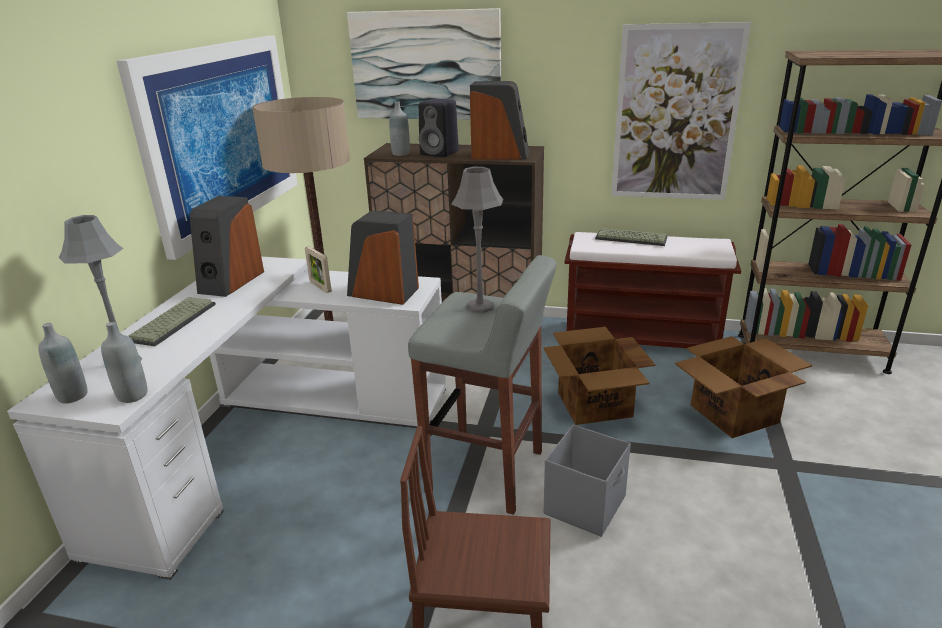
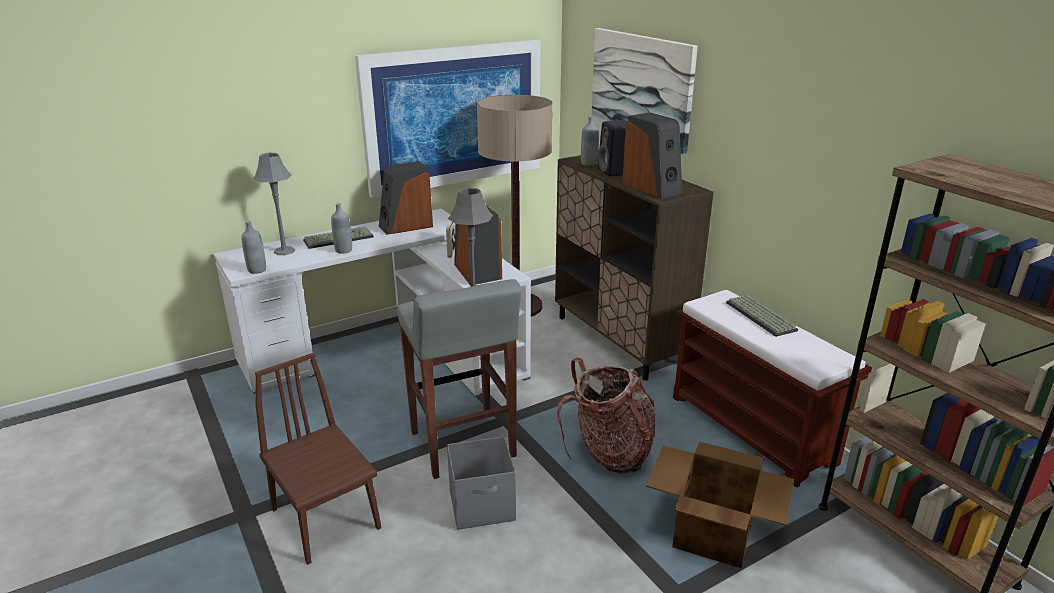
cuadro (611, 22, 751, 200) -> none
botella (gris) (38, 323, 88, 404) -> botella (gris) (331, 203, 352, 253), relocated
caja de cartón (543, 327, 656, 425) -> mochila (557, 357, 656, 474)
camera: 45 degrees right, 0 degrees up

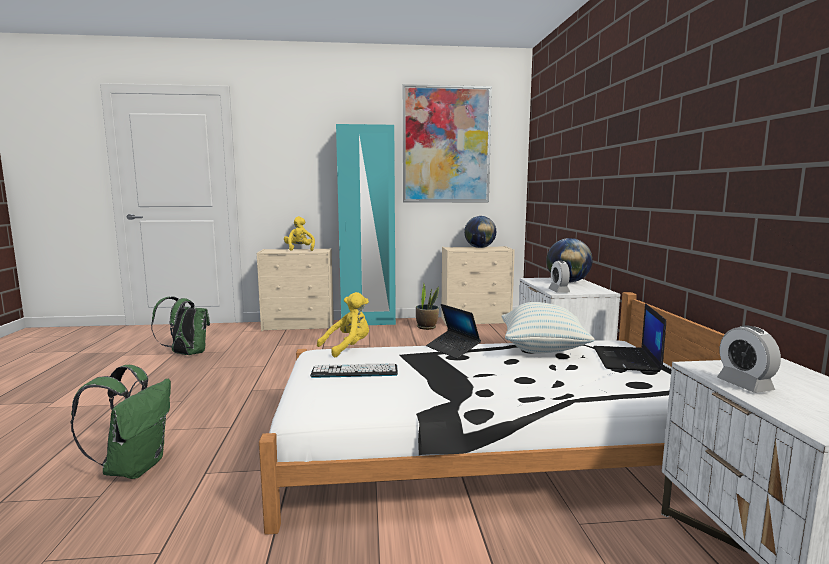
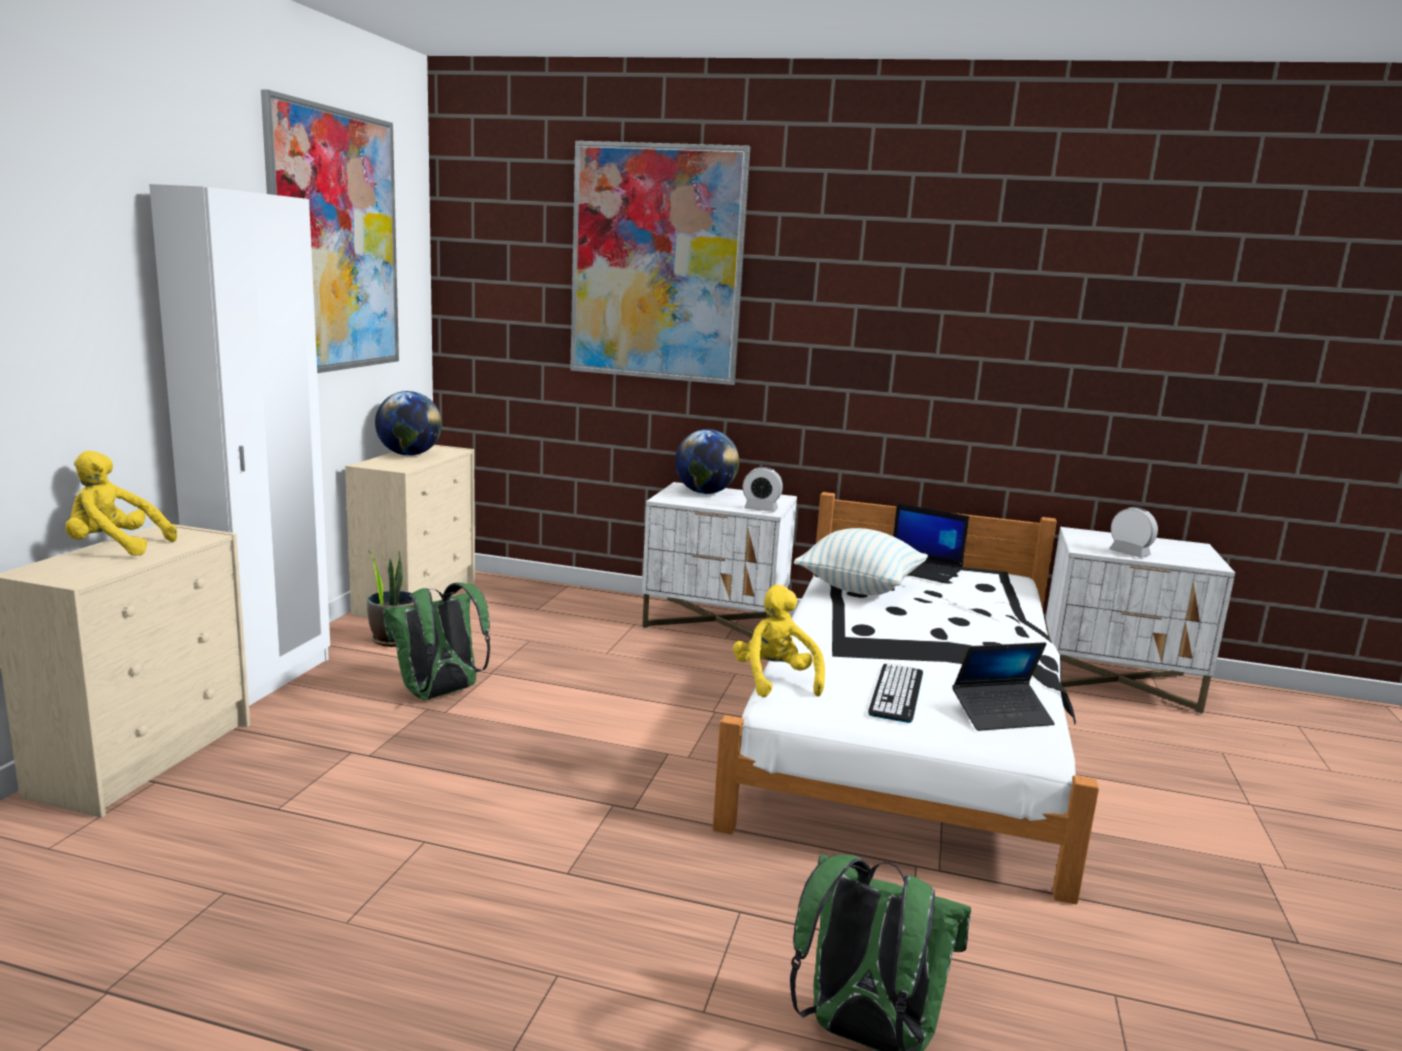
none -> cuadro (570, 141, 751, 385)
mochila (verde) (151, 297, 210, 355) -> mochila (verde) (383, 582, 490, 700), relocated
portátil (426, 304, 481, 359) -> portátil (953, 642, 1055, 731), relocated
armario ropero (turquesa) (336, 124, 396, 325) -> armario ropero (blanco) (149, 184, 330, 706)
despertador (717, 325, 781, 393) -> despertador (1109, 507, 1158, 558), 135 degrees counterclockwise
camera: 70 degrees left, 5 degrees up

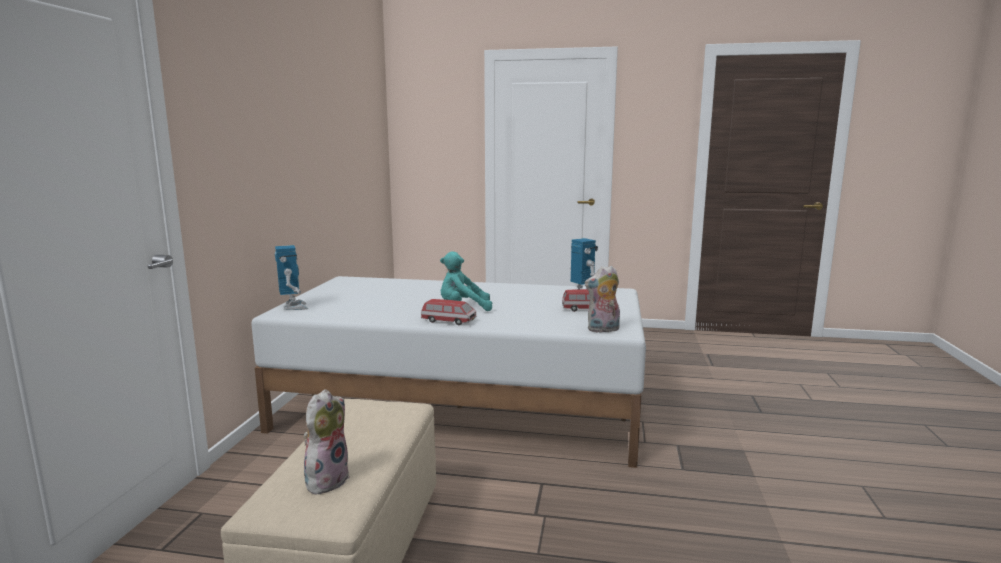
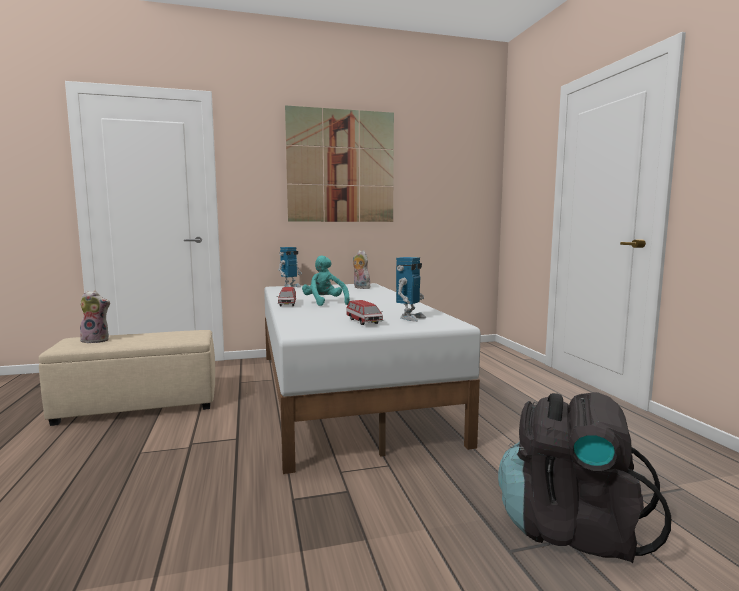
none -> cuadro (285, 105, 394, 222)
none -> mochila (negro) (498, 392, 671, 563)
peluche (585, 265, 620, 333) -> peluche (353, 250, 370, 289), relocated
camera: 65 degrees right, 5 degrees down

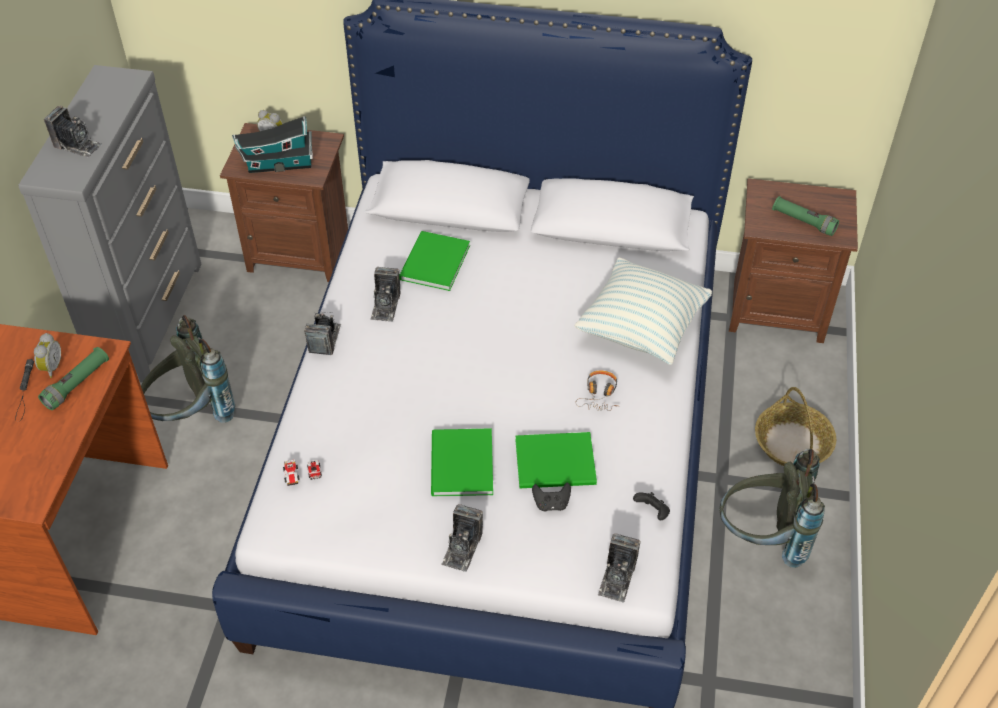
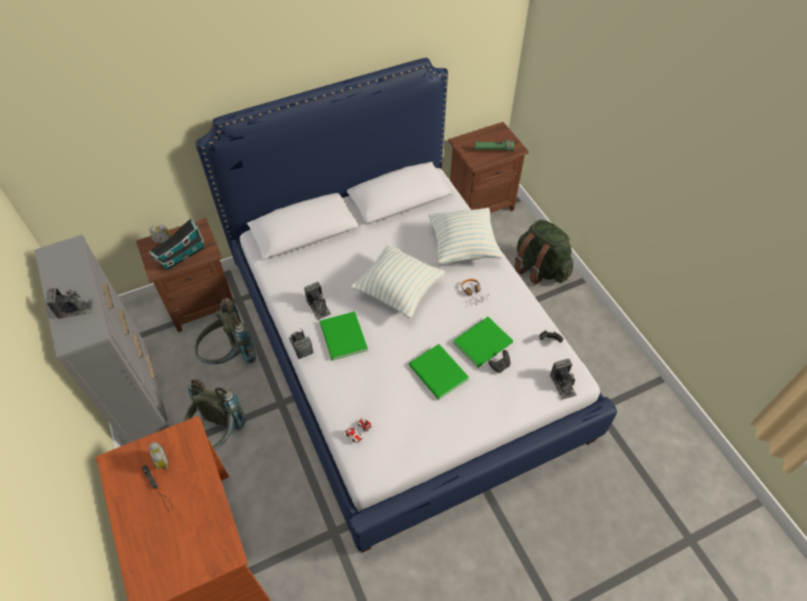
linterna (verde) (38, 347, 109, 410) -> none
cámara (441, 504, 483, 572) -> none
none -> cojín (351, 244, 445, 319)
libro (verde) (399, 231, 470, 291) -> libro (verde) (320, 311, 368, 361), relocated
mochila (gris) (719, 449, 825, 568) -> mochila (gris) (194, 298, 256, 364), relocated
cesta (755, 387, 836, 466) -> mochila (verde) (514, 219, 573, 285)
camera: 35 degrees left, 5 degrees up

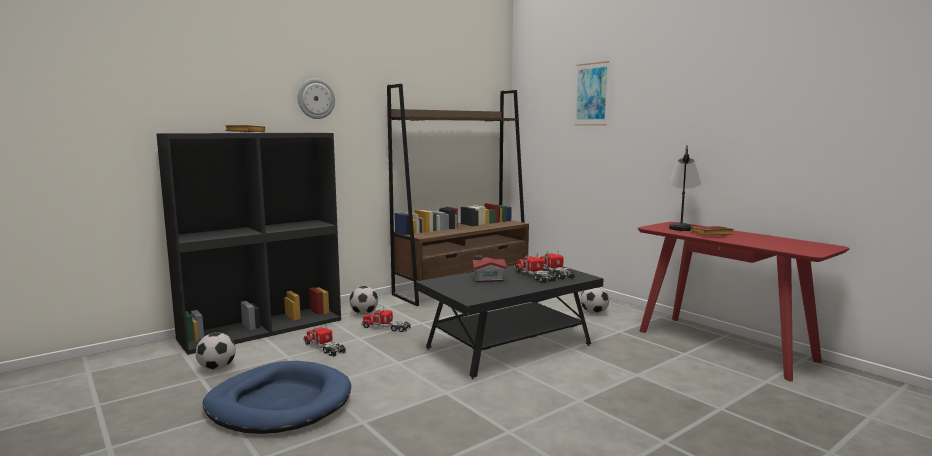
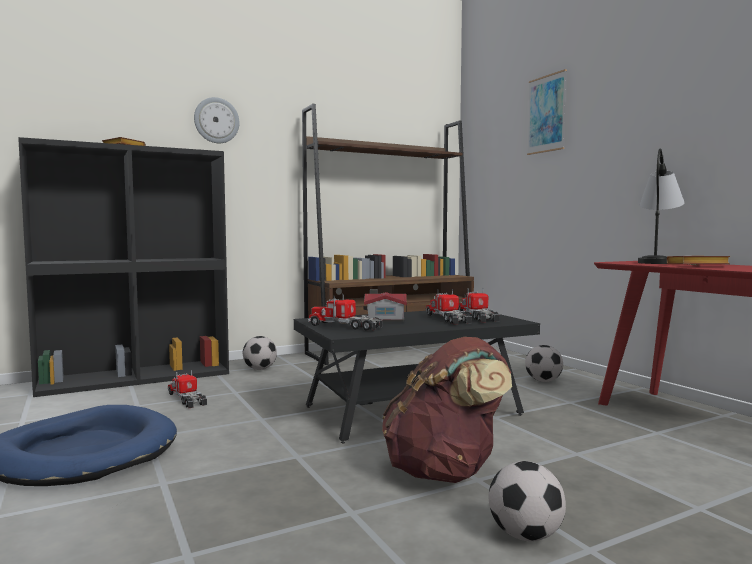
none -> mochila (marrón) (382, 337, 512, 483)
balón de fútbol (196, 332, 236, 370) -> balón de fútbol (489, 461, 566, 542), relocated
camión de juguete (361, 306, 410, 332) -> camión de juguete (308, 294, 382, 331), relocated
camera: 10 degrees right, 5 degrees down

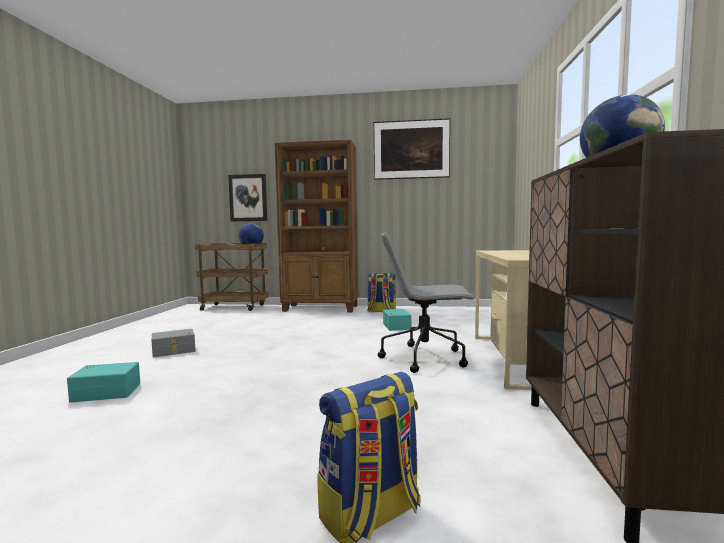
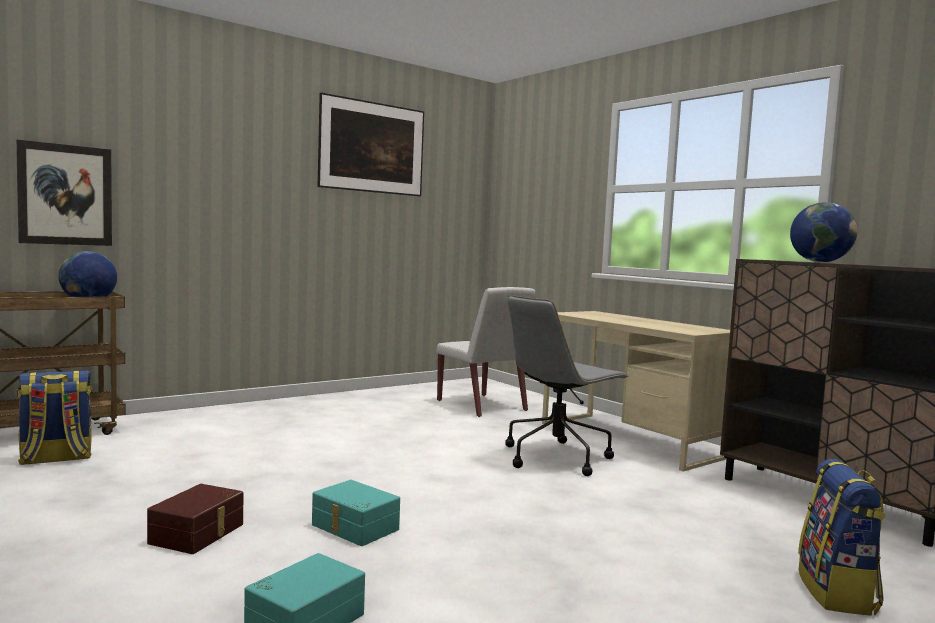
estantería (marrón) (275, 140, 358, 312) -> none
none -> silla (blanco) (436, 287, 535, 417)
mochila (367, 273, 396, 312) -> mochila (17, 371, 92, 465), relocated
caja de almacenaje (turquesa) (383, 309, 412, 331) -> caja de almacenaje (turquesa) (312, 480, 400, 546), relocated
caja de almacenaje (gris) (152, 329, 195, 358) -> caja de almacenaje (marrón) (147, 484, 243, 554)
camera: 45 degrees left, 0 degrees up

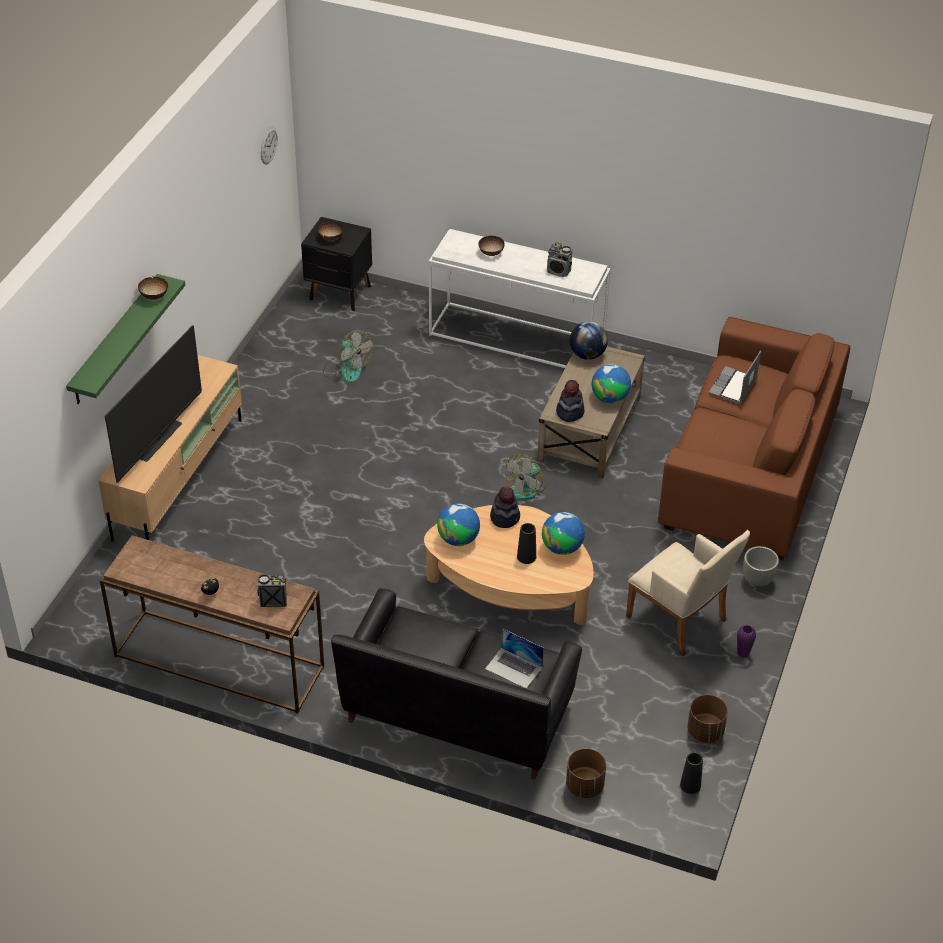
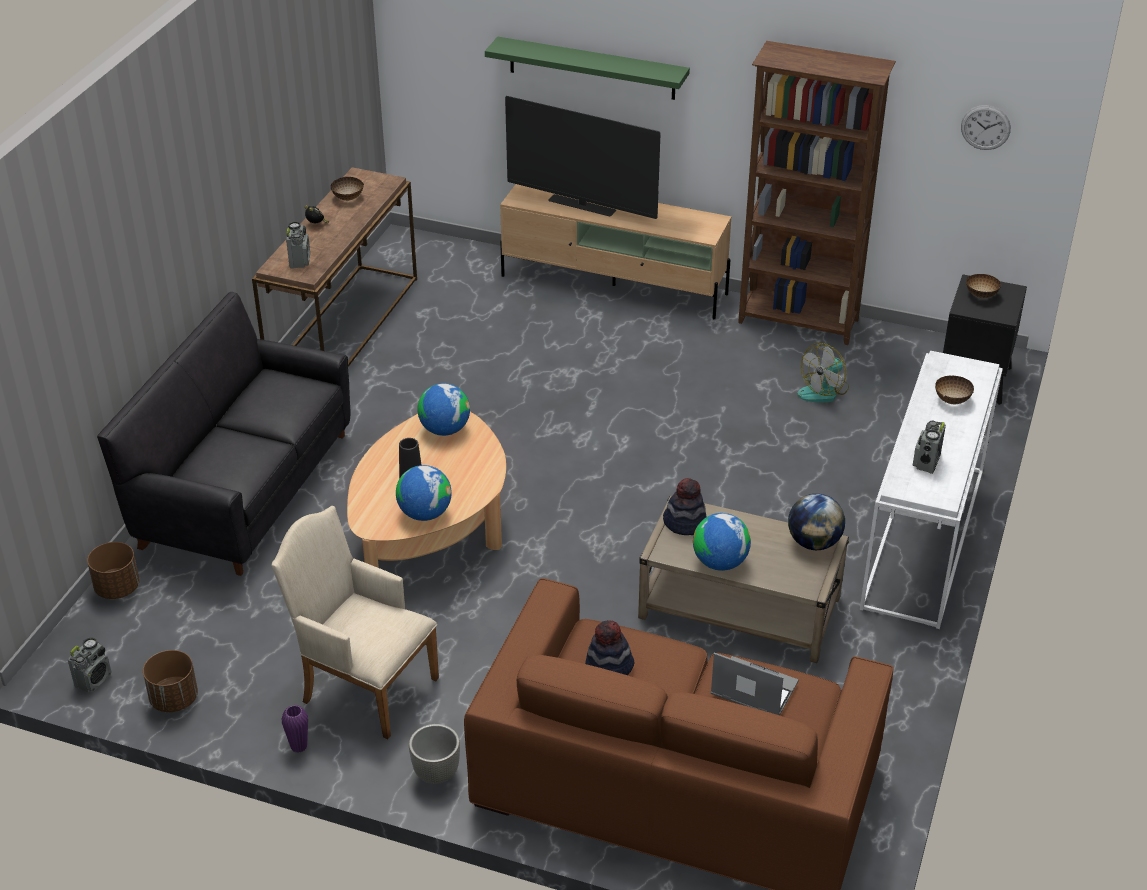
portátil (485, 628, 544, 689) -> none
ventilador (505, 454, 547, 500) -> none
none -> estantería (marrón) (738, 41, 896, 345)
cuenco (138, 277, 168, 300) -> cuenco (331, 177, 364, 201), relocated
sombrero (490, 486, 520, 528) -> sombrero (585, 620, 635, 675), relocated
florero (negro) (680, 752, 703, 794) -> radio (68, 637, 111, 693)
sillón (beis) (626, 530, 750, 657) -> sillón (beis) (271, 506, 439, 739), 75 degrees clockwise
camera: 90 degrees right, 5 degrees down

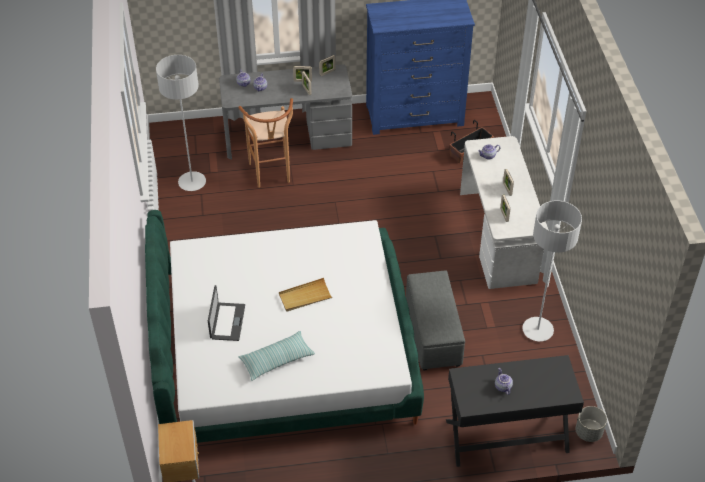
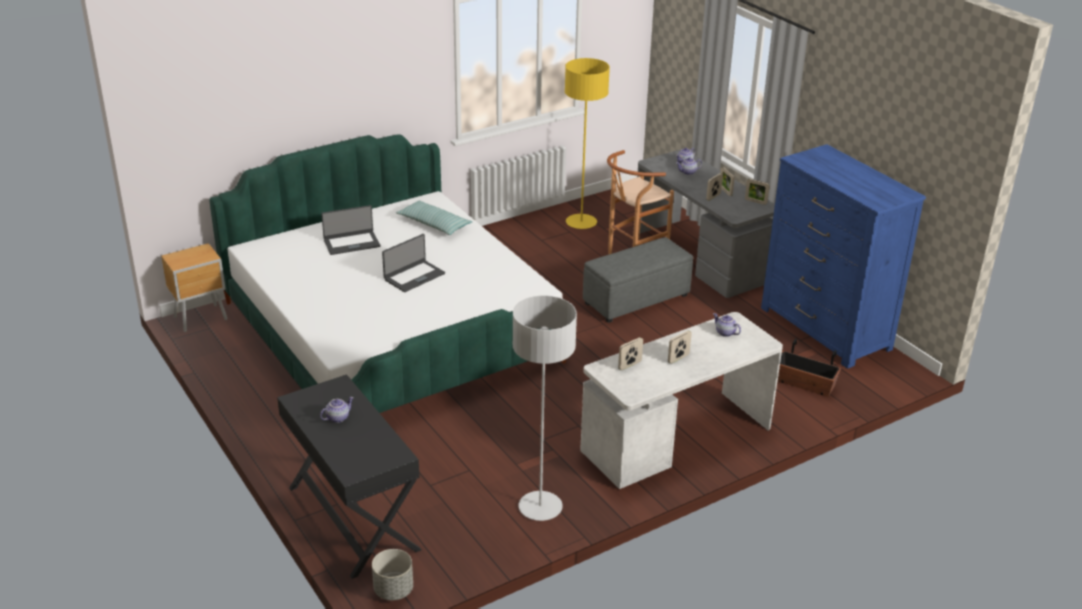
cojín (238, 331, 315, 381) -> cojín (396, 200, 472, 235), relocated
puf (gris) (406, 270, 465, 371) -> puf (gris) (583, 237, 693, 323), relocated
bandeja (beis) (279, 278, 333, 312) -> portátil (382, 234, 445, 292)
lámpara de pie (gris) (156, 55, 206, 191) -> lámpara de pie (amarillo) (565, 58, 610, 229)
camera: 65 degrees right, 15 degrees down

